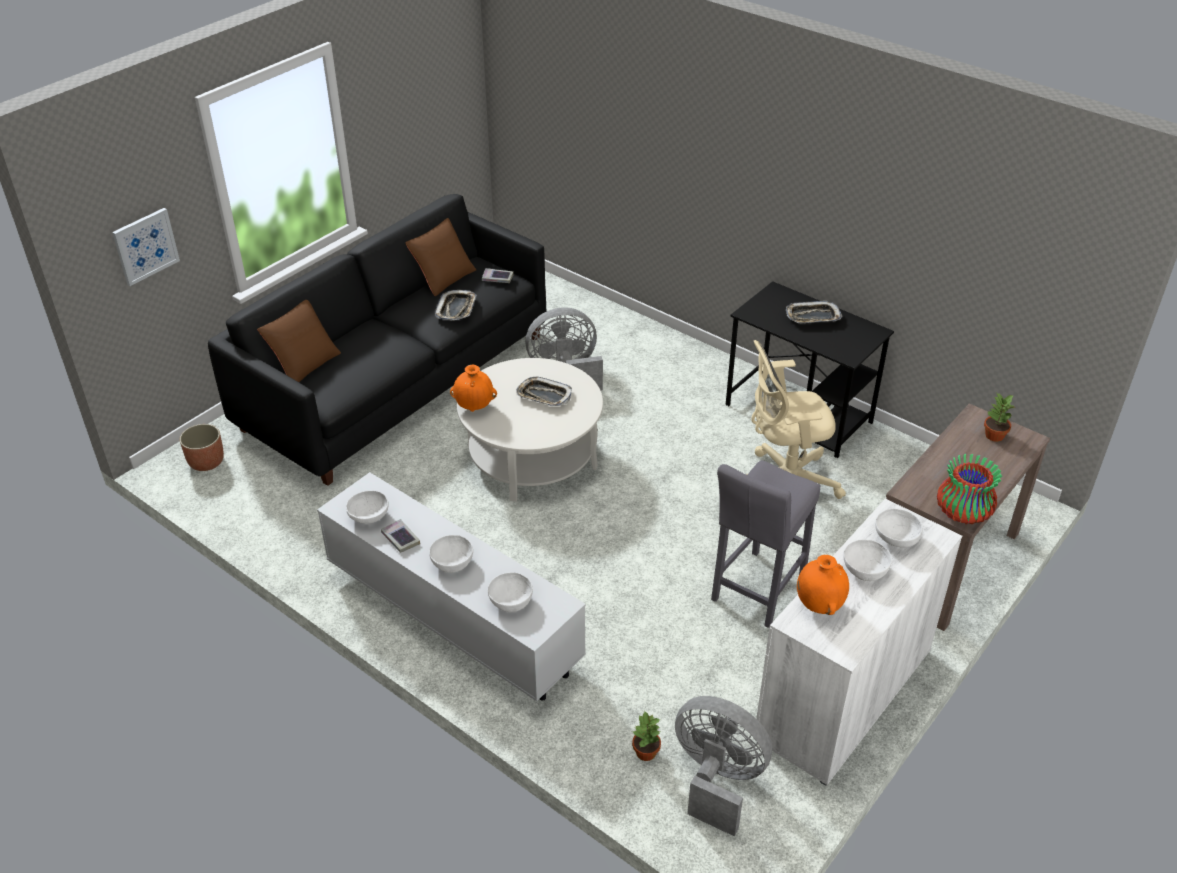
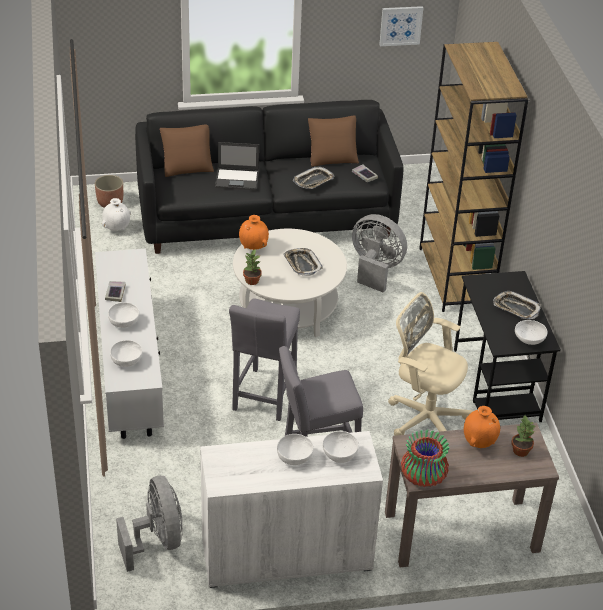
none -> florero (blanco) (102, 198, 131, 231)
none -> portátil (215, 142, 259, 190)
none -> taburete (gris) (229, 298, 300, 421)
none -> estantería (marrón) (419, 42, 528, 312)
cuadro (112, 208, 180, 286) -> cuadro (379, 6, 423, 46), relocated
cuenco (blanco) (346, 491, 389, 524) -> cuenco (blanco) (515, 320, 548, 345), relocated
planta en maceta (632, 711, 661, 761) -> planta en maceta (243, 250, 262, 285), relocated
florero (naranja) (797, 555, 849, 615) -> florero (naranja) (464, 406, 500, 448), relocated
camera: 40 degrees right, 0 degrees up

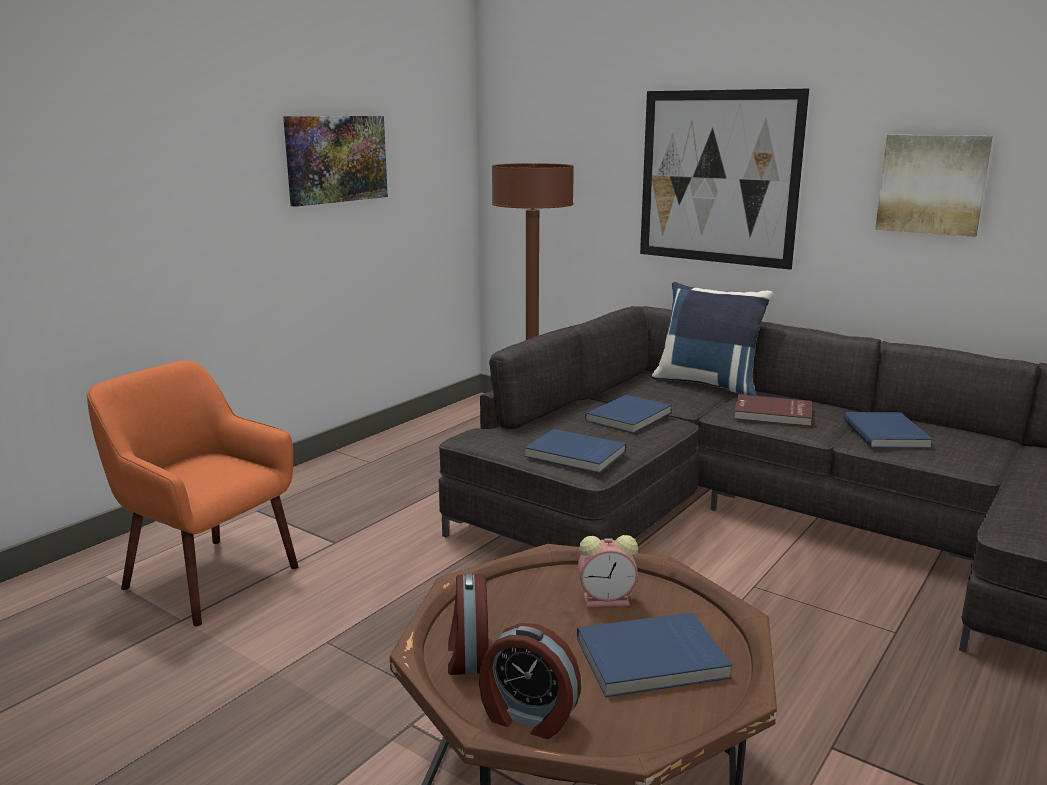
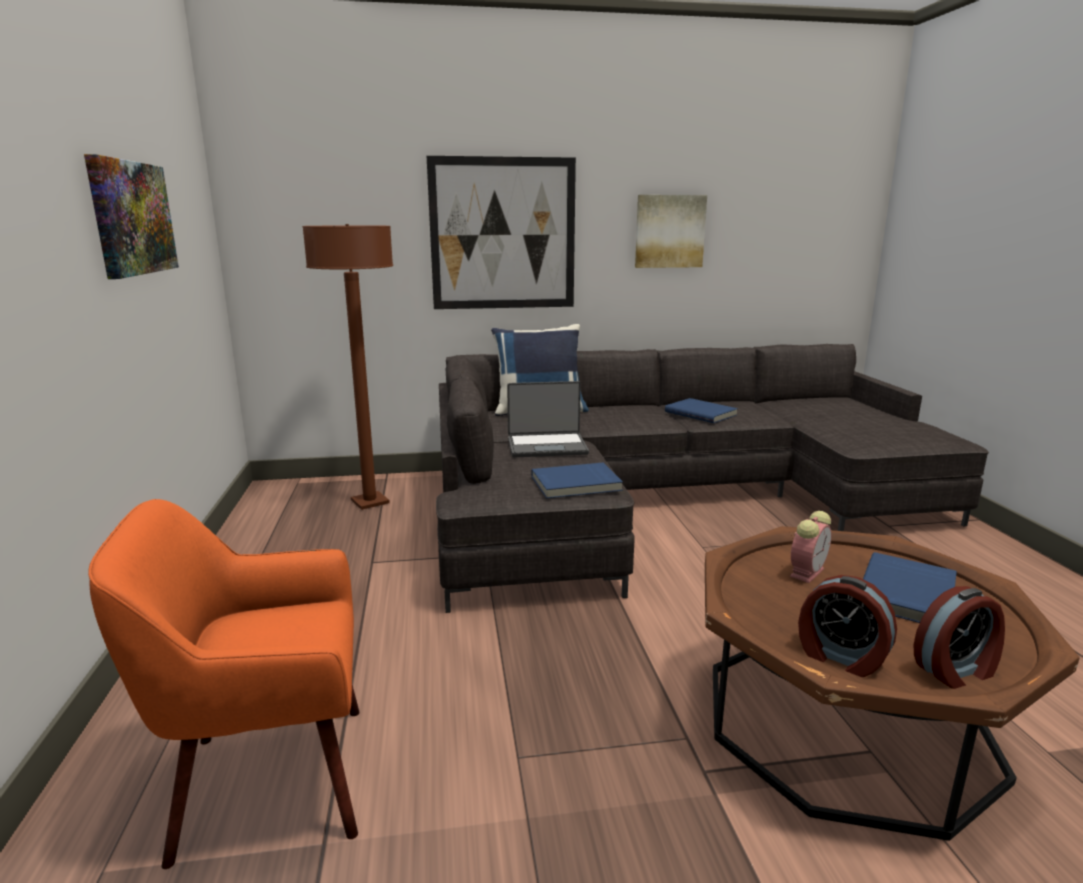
libro (rojo) (734, 394, 812, 426) -> none
libro (azul) (585, 395, 672, 433) -> portátil (507, 381, 589, 457)
camera: 45 degrees left, 0 degrees up

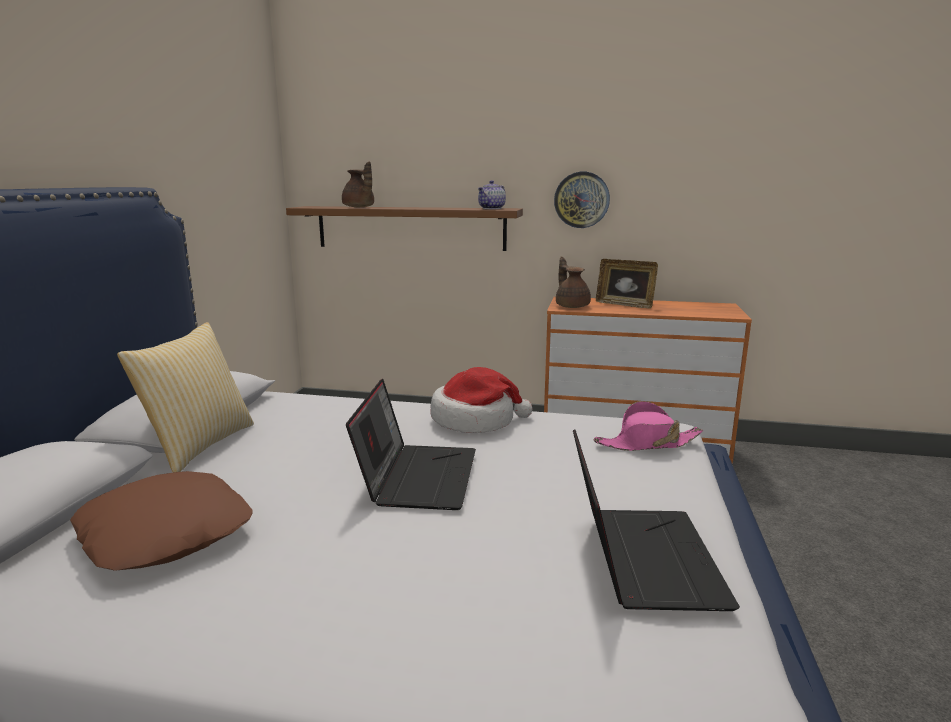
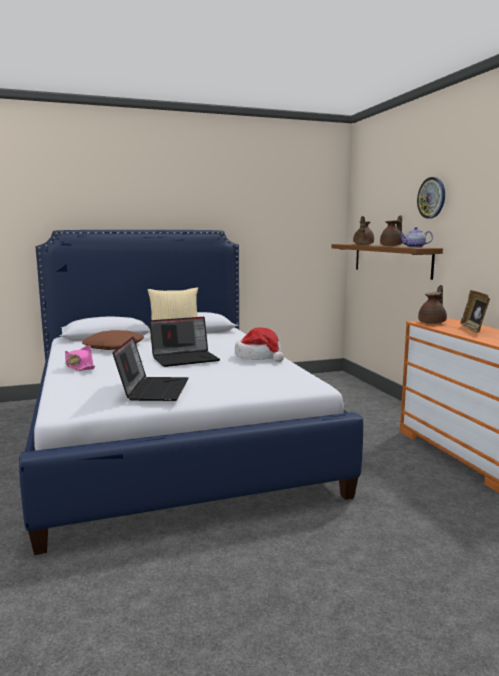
none -> tetera (marrón) (380, 215, 402, 246)
reloj de pared (554, 172, 610, 228) -> reloj de pared (417, 177, 445, 219), relocated
sombrero (rosa) (594, 401, 703, 451) -> sombrero (rosa) (65, 345, 95, 371), relocated
portátil (573, 429, 740, 611) -> portátil (113, 337, 188, 401), 60 degrees counterclockwise
camera: 60 degrees right, 5 degrees down

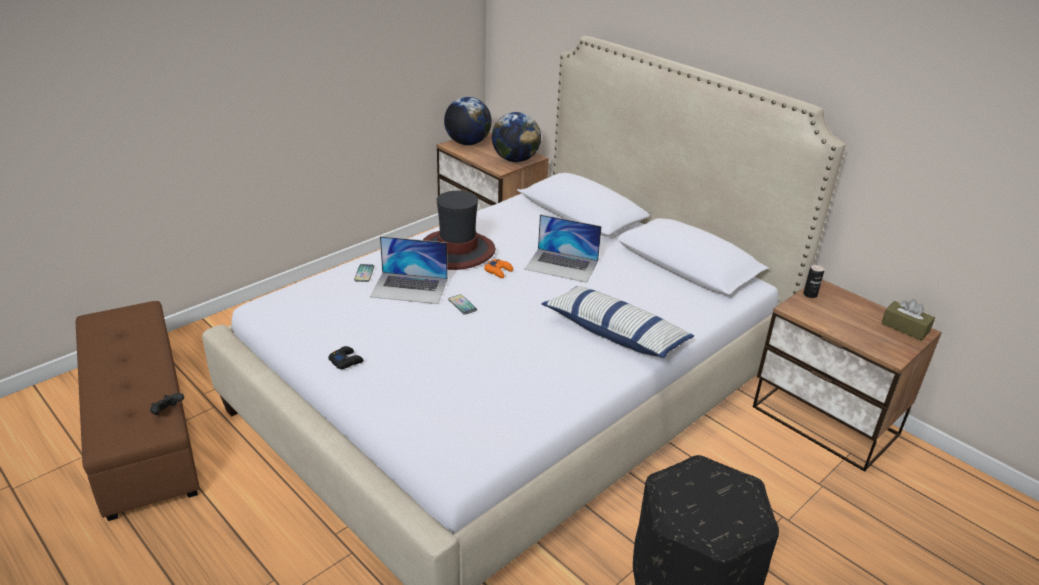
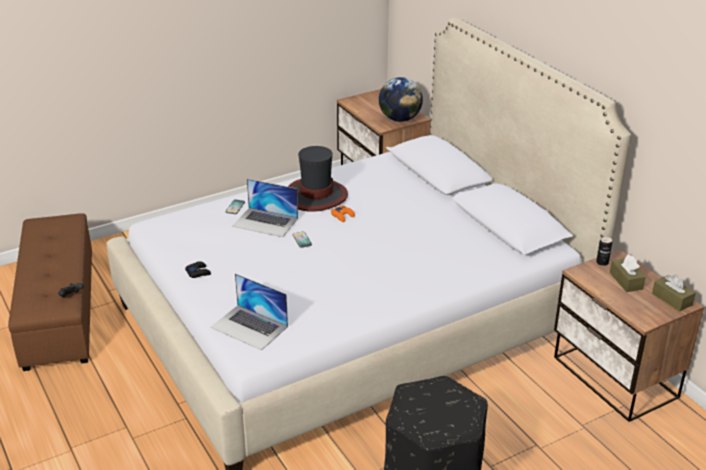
globo terráqueo (444, 97, 492, 145) -> none
cojín (541, 286, 694, 358) -> none
none -> caja de pañuelos (marrón) (610, 255, 646, 292)
portátil (525, 214, 602, 283) -> portátil (210, 273, 288, 350), relocated
camera: 15 degrees right, 0 degrees up

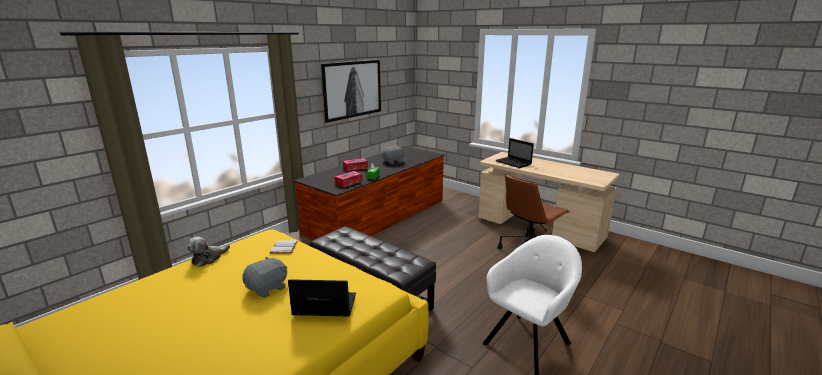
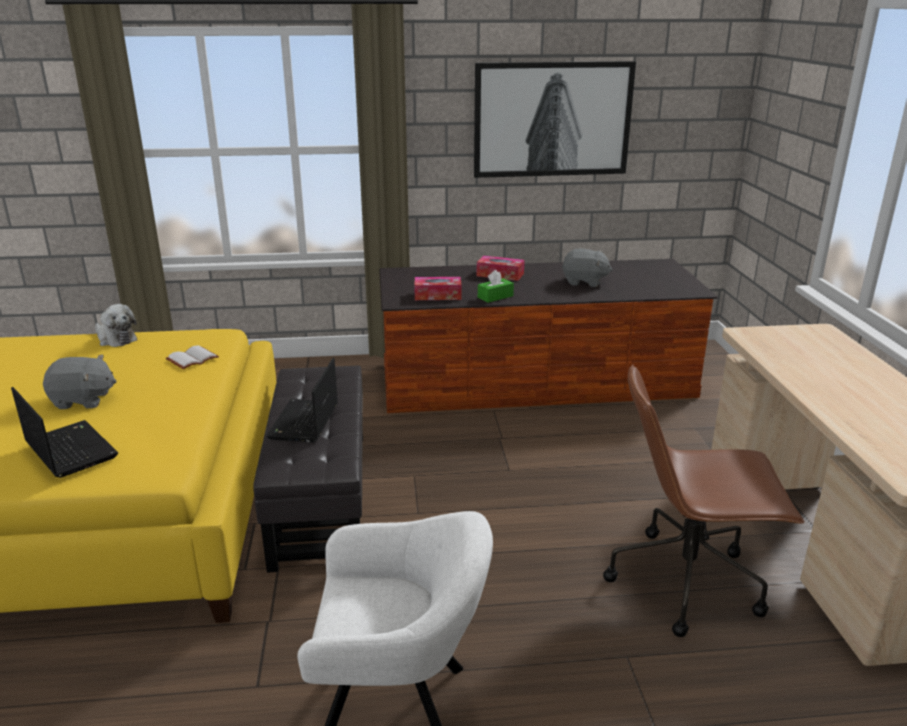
portátil (496, 138, 534, 168) -> portátil (266, 358, 338, 442), relocated
peluche (187, 236, 230, 267) -> peluche (95, 304, 137, 347), 135 degrees counterclockwise
camera: 45 degrees right, 5 degrees up

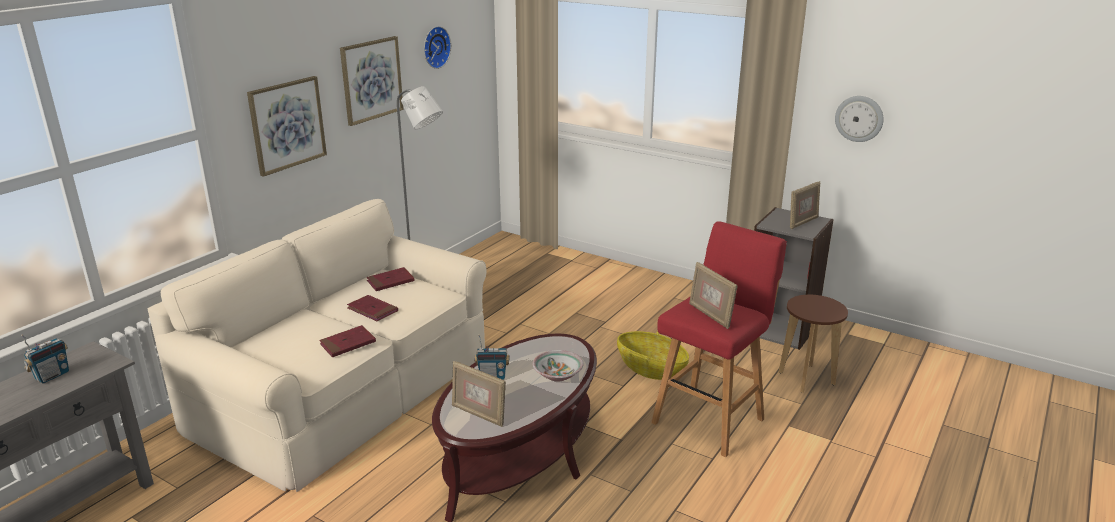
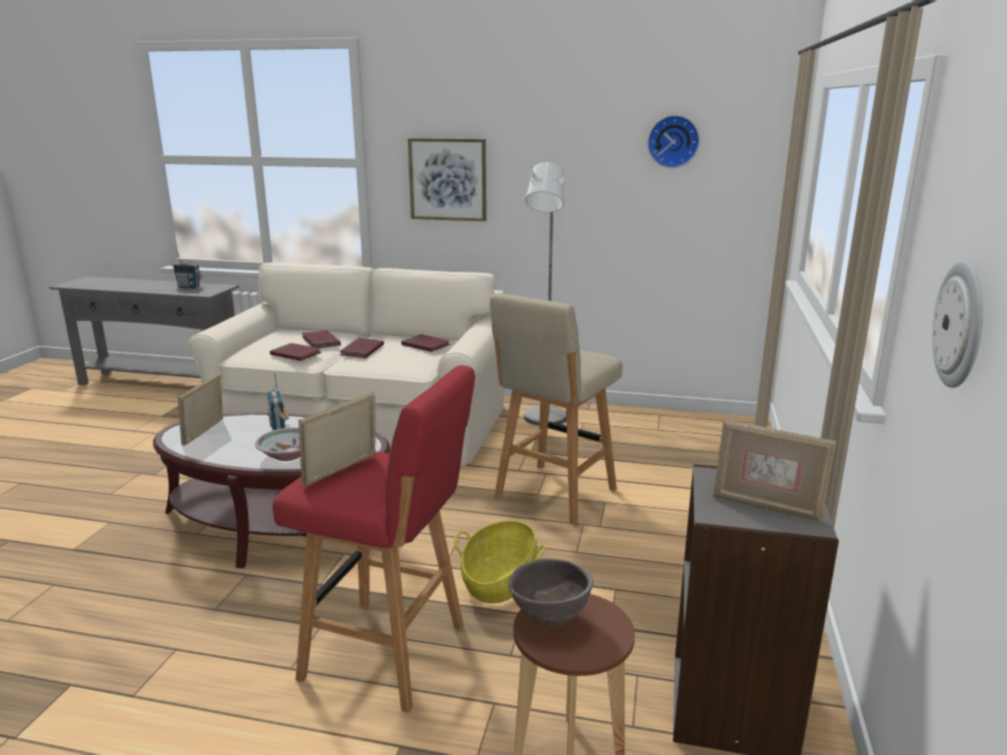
cuadro (340, 36, 403, 126) -> none
none -> libro (rojo) (302, 330, 341, 348)
none -> taburete (beis) (490, 293, 623, 525)
none -> cuenco (marrón) (508, 558, 594, 627)
camera: 70 degrees right, 5 degrees down

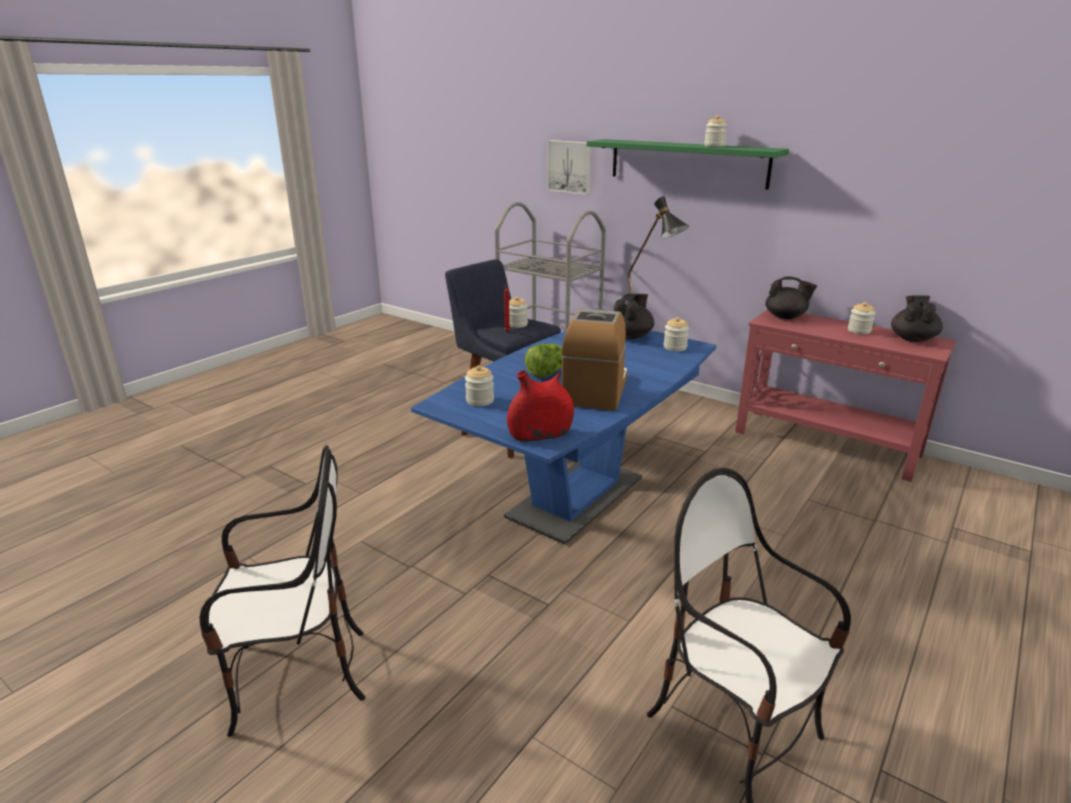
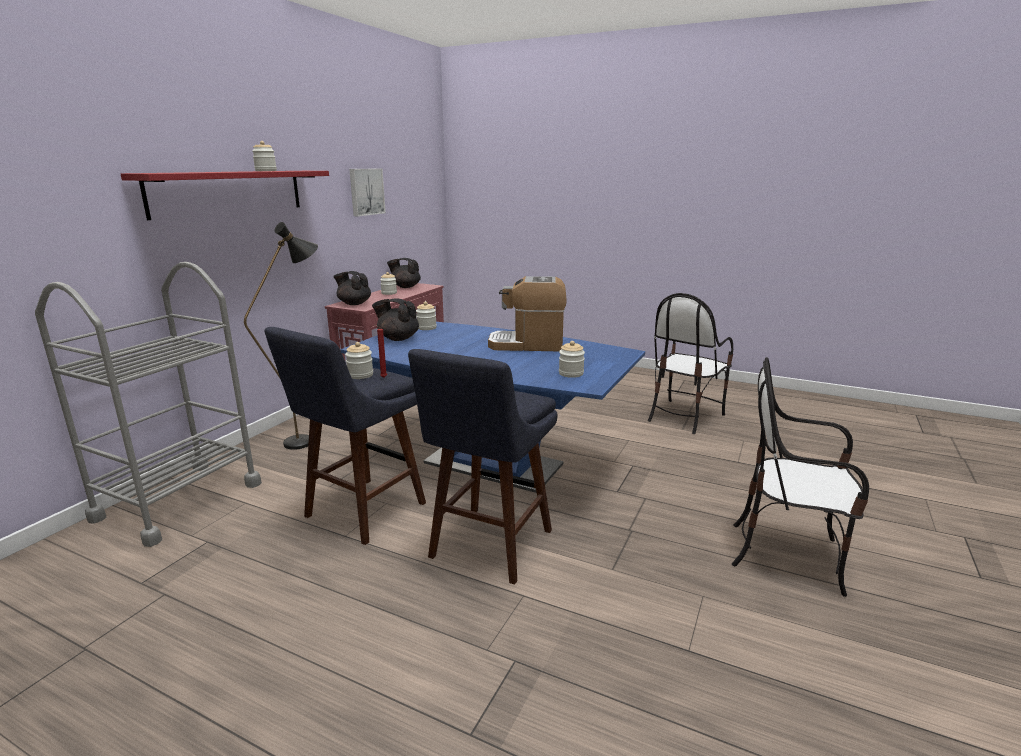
florero (rojo) (507, 370, 574, 442) -> none
lechuga (525, 344, 562, 378) -> none
none -> taburete (azul) (408, 349, 558, 585)
cuadro (547, 140, 592, 195) -> cuadro (349, 168, 386, 216), relocated
estante (verde) (587, 139, 789, 190) -> estante (rojo) (121, 171, 329, 220)
silla (199, 445, 365, 737) -> silla (732, 357, 869, 597), 45 degrees counterclockwise
tetera (negro) (765, 276, 817, 319) -> tetera (negro) (333, 271, 371, 305), 75 degrees counterclockwise
camera: 100 degrees left, 5 degrees down

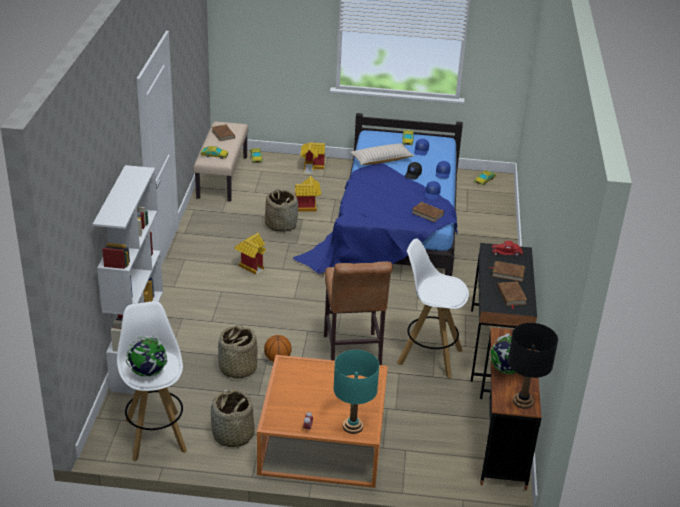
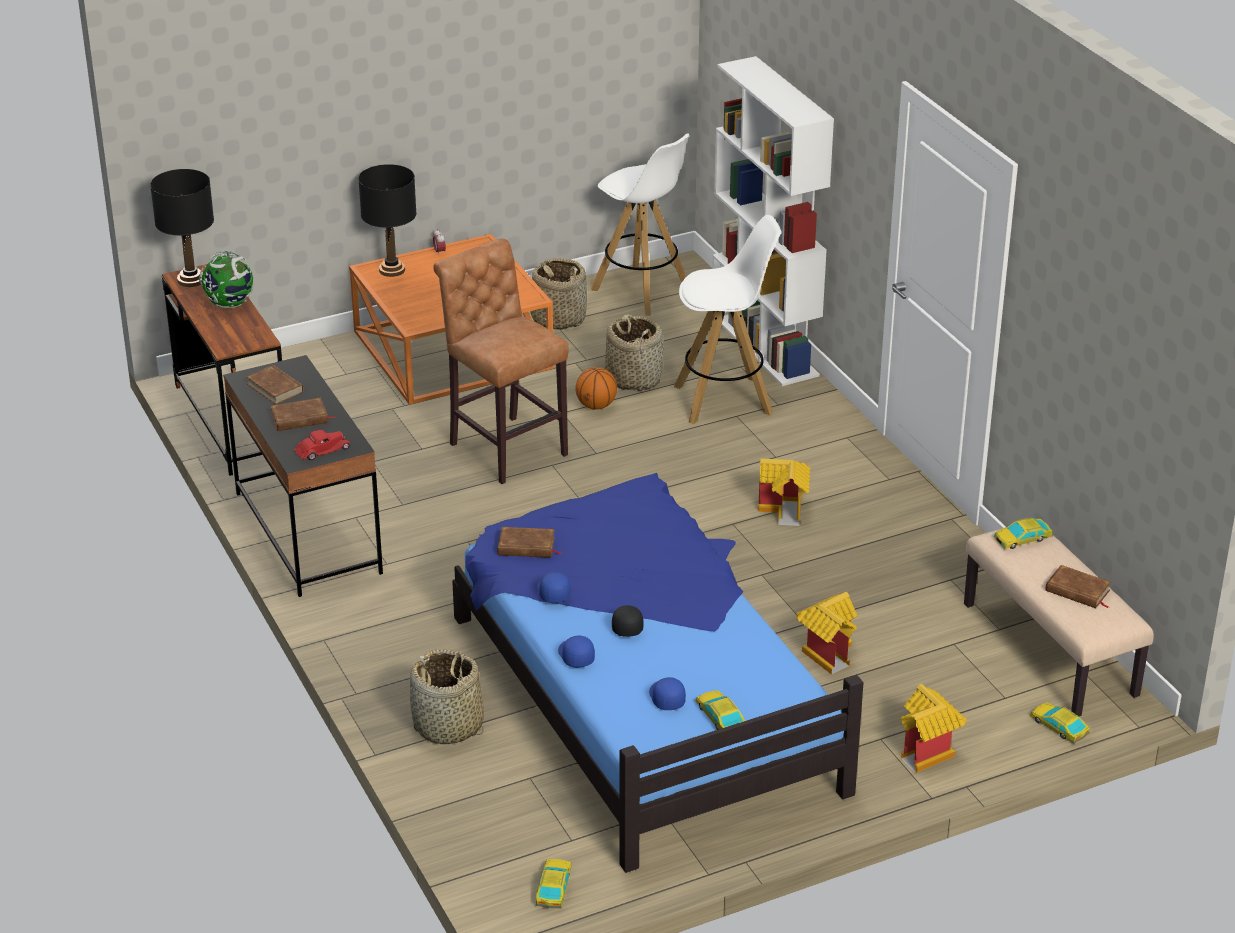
globo terráqueo (126, 335, 167, 376) -> none
cojín (beis) (350, 143, 414, 165) -> none
cesta (265, 189, 298, 232) -> cesta (410, 649, 484, 744), relocated
taburete (blanco) (397, 239, 469, 378) -> taburete (blanco) (674, 215, 782, 424), relocated
lámpara de mesa (turquesa) (333, 350, 380, 434) -> lámpara de mesa (negro) (358, 164, 417, 277)
camera: 150 degrees right, 0 degrees up

